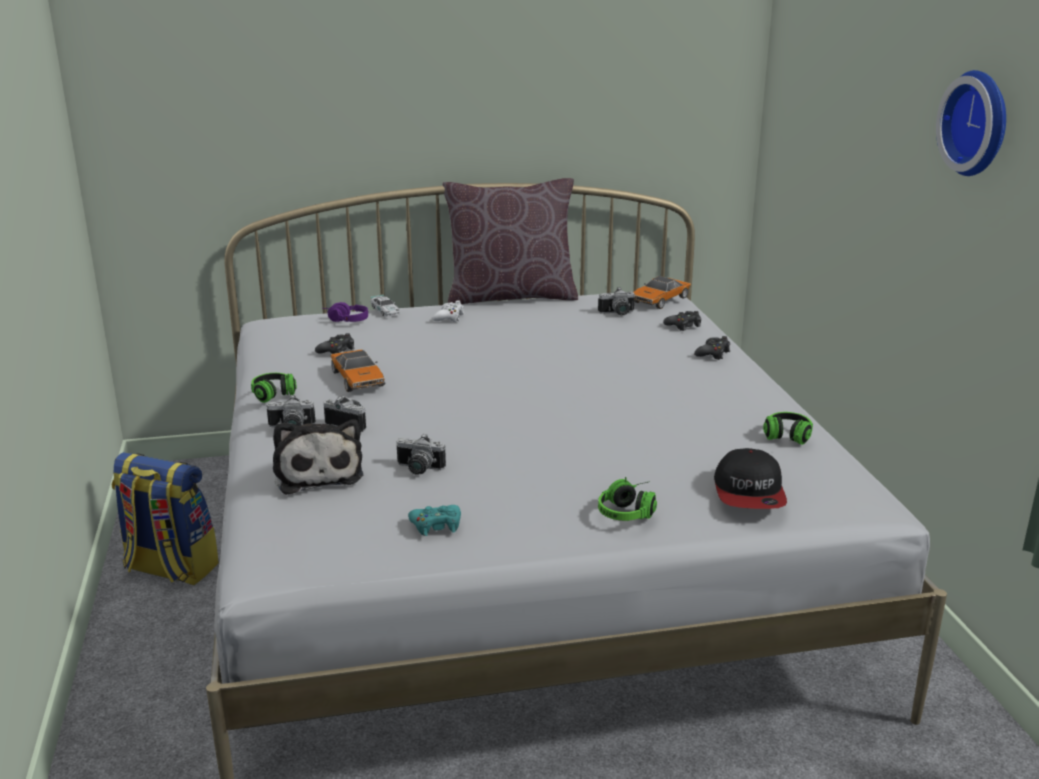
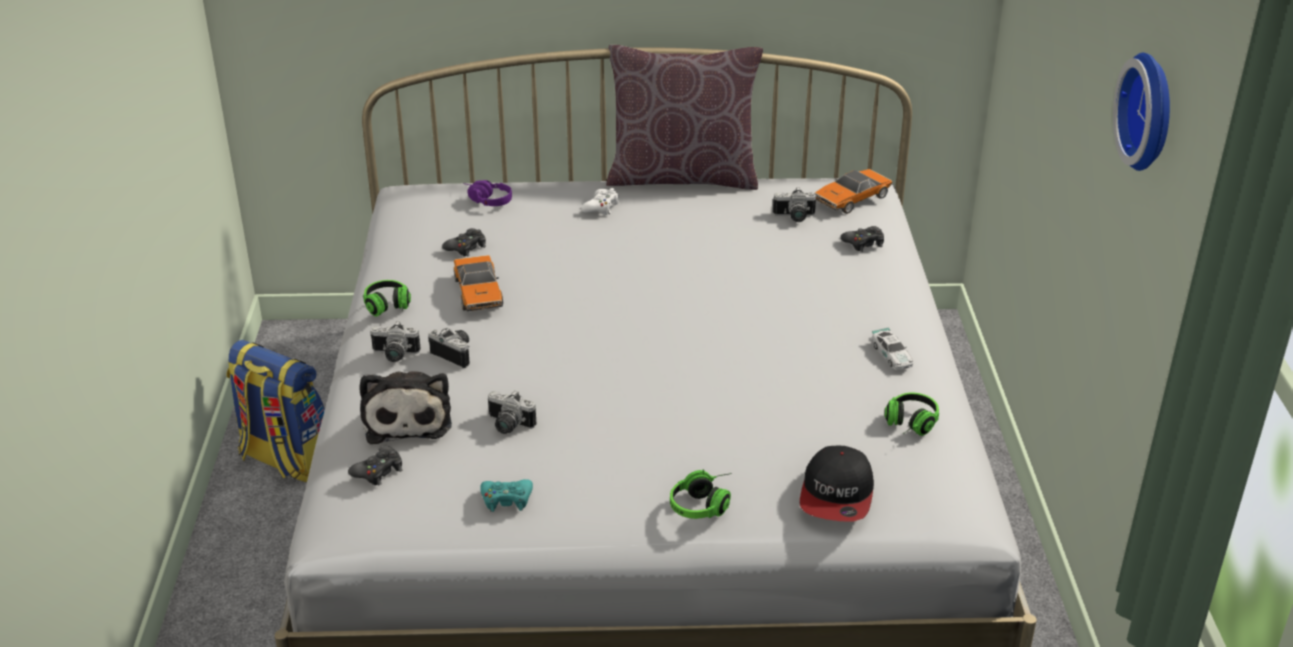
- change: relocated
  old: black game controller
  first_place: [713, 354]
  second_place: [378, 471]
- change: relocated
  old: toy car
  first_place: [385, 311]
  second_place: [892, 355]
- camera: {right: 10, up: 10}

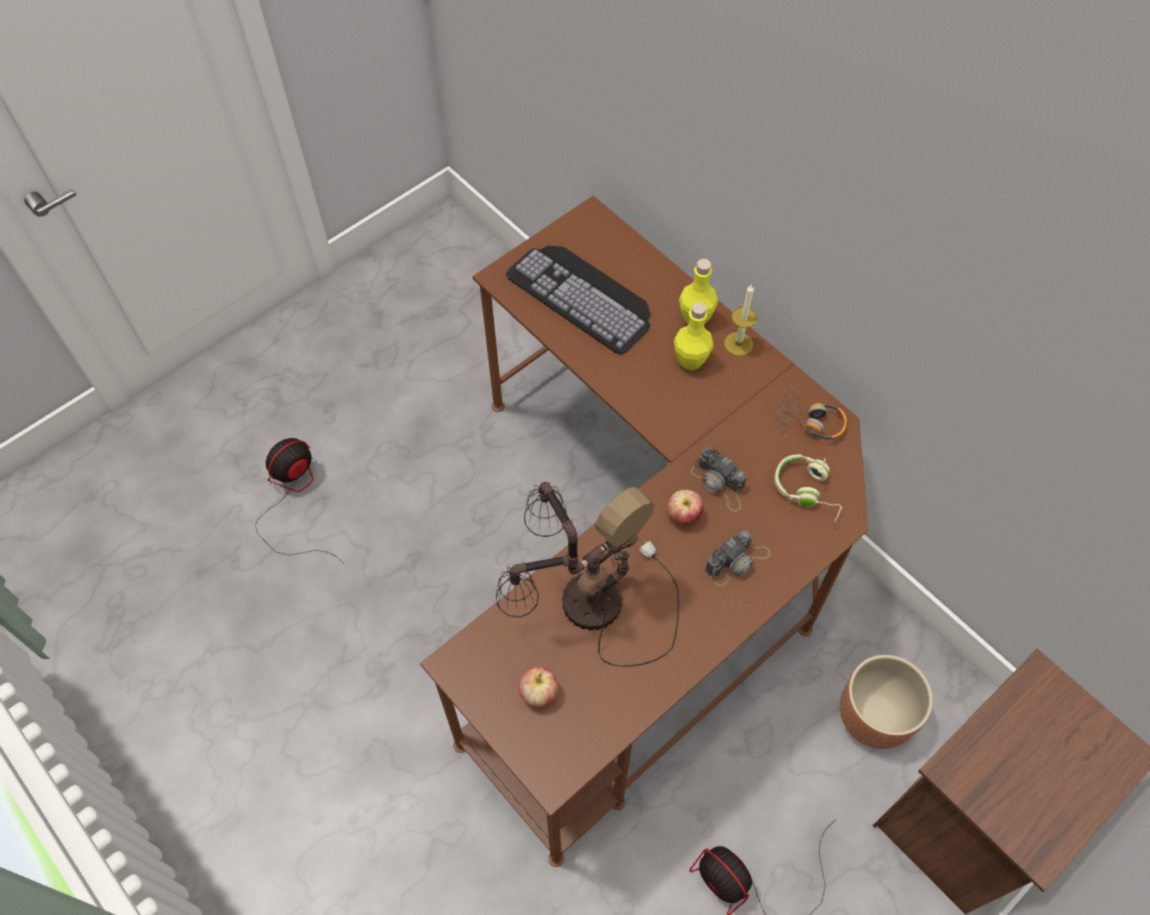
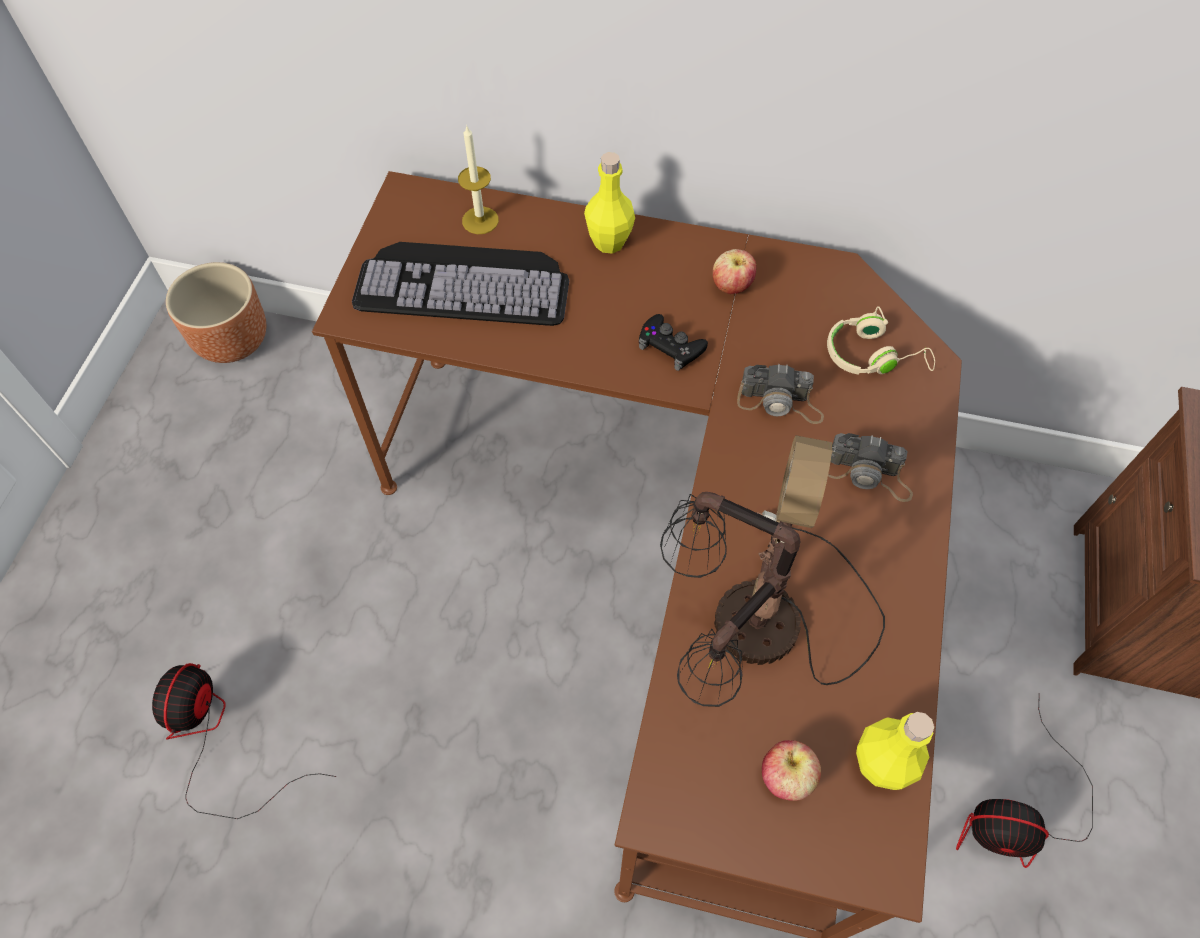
- change: relocated
  old: brown planter
  first_place: [874, 716]
  second_place: [233, 340]
- change: relocated
  old: candle
  first_place: [738, 344]
  second_place: [480, 220]
- change: appeared
  new: black game controller
  second_place: [670, 346]
- change: relocated
  old: apple
  first_place: [683, 515]
  second_place: [731, 286]
- change: spun
  old: photo camera
  first_place: [737, 561]
  second_place: [868, 475]
  degrees: 90
- change: relocated
  old: yellow bottle
  first_place: [690, 360]
  second_place: [880, 765]
- change: missing
  old: headphones
  first_place: [809, 421]
- camera: {right: -35, up: 0}

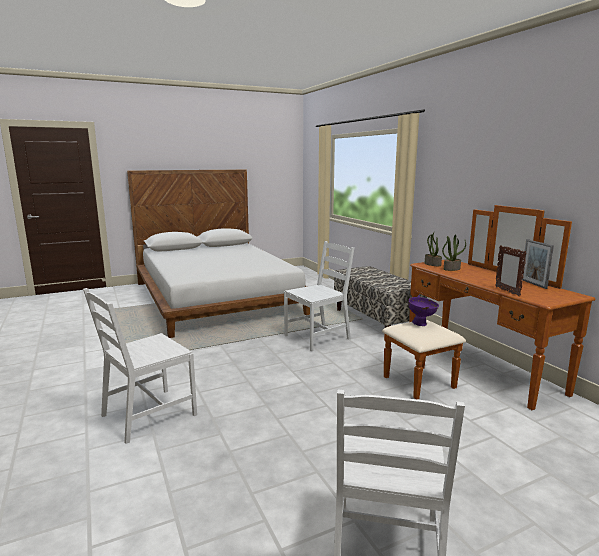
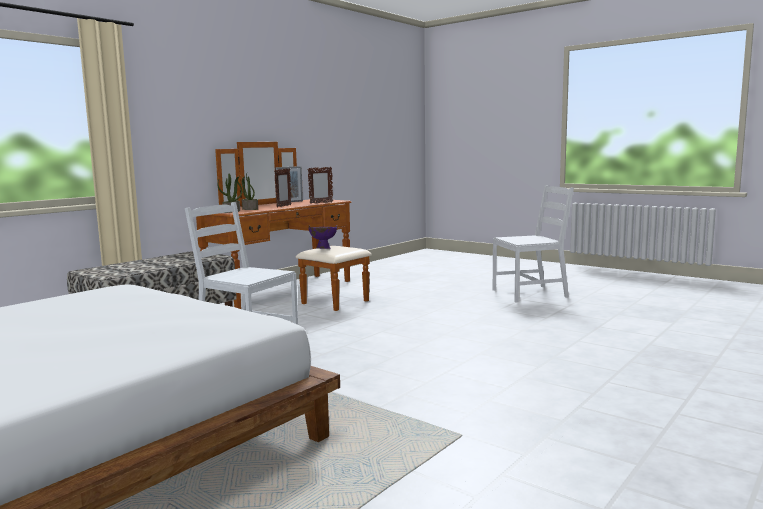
- change: appeared
  new: picture frame
  second_place: [283, 206]
- change: missing
  old: white chair
  first_place: [148, 415]
- camera: {right: -115, up: -5}

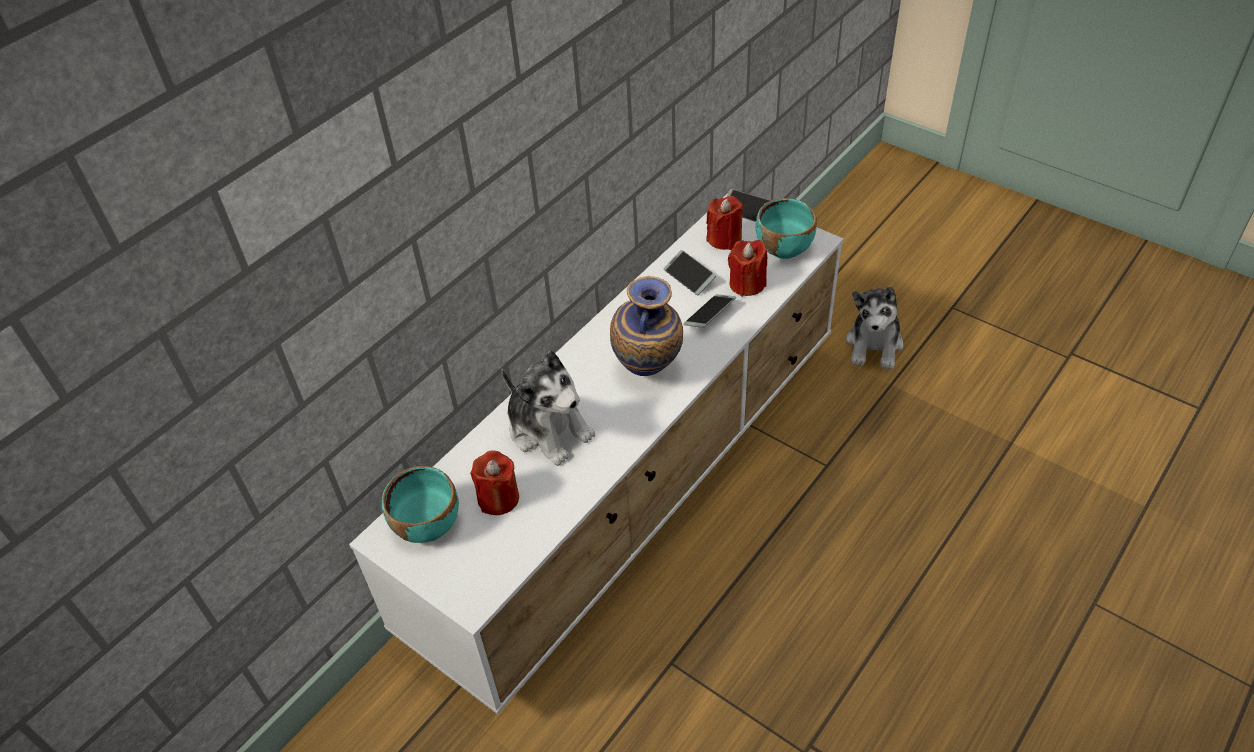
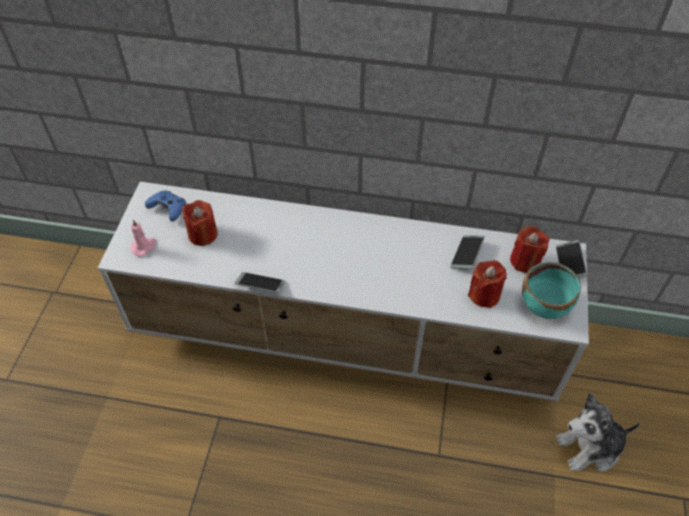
- change: appeared
  new: pink candle
  second_place: [144, 247]
- change: exchanged
  old: turquoise bowl
  new: blue game controller
  first_place: [427, 523]
  second_place: [168, 209]
- change: relocated
  old: phone
  first_place: [709, 315]
  second_place: [260, 285]
- change: missing
  old: plush toy
  first_place: [548, 429]
- change: missing
  old: vase
  first_place: [649, 373]
- camera: {right: 60, up: 5}

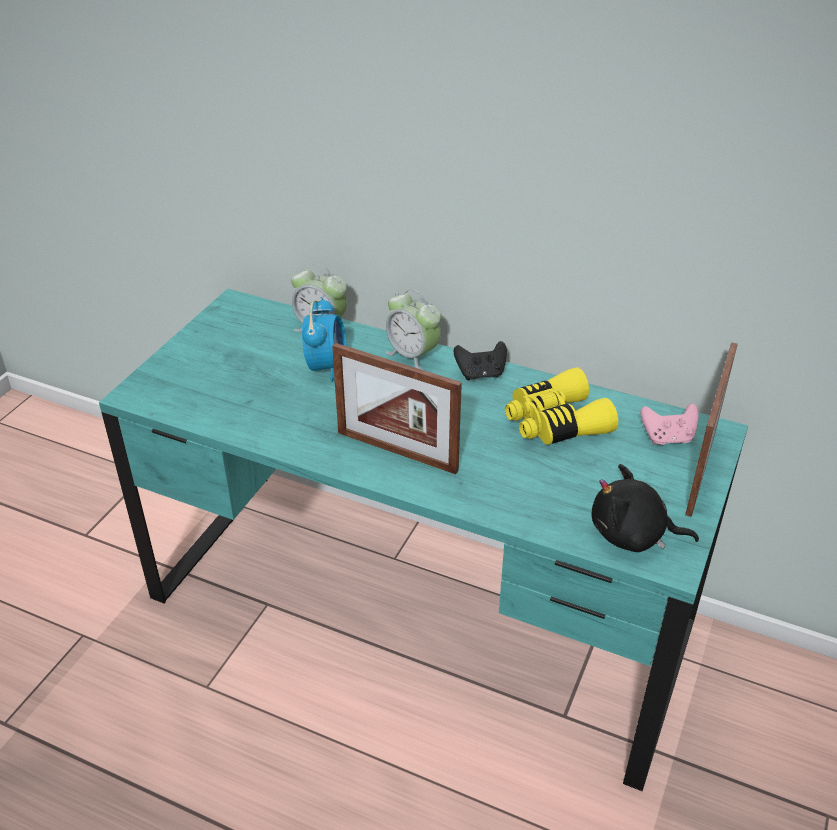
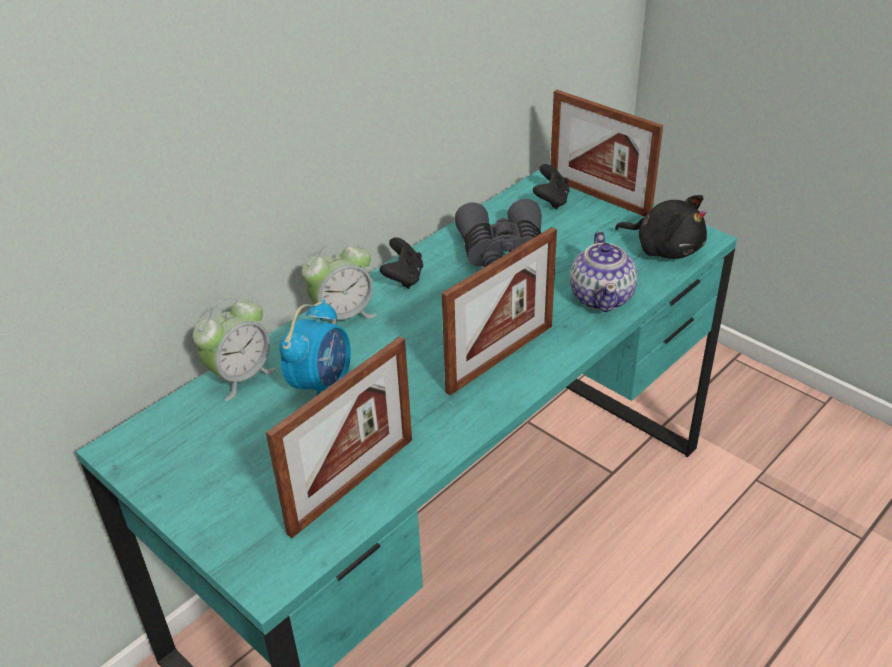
- change: appeared
  new: picture frame
  second_place: [352, 485]
- change: spun
  old: alarm clock
  first_place: [326, 366]
  second_place: [321, 384]
  degrees: 90
- change: colour
  old: yellow binoculars
  new: grey binoculars
  first_place: [555, 422]
  second_place: [502, 252]
- change: colour
  old: pink game controller
  new: black game controller
  first_place: [667, 438]
  second_place: [551, 201]
- change: appeared
  new: teapot
  second_place: [602, 297]
- change: spun
  old: black plush toy
  first_place: [633, 535]
  second_place: [665, 248]
  degrees: -90
- camera: {right: -70, up: 0}

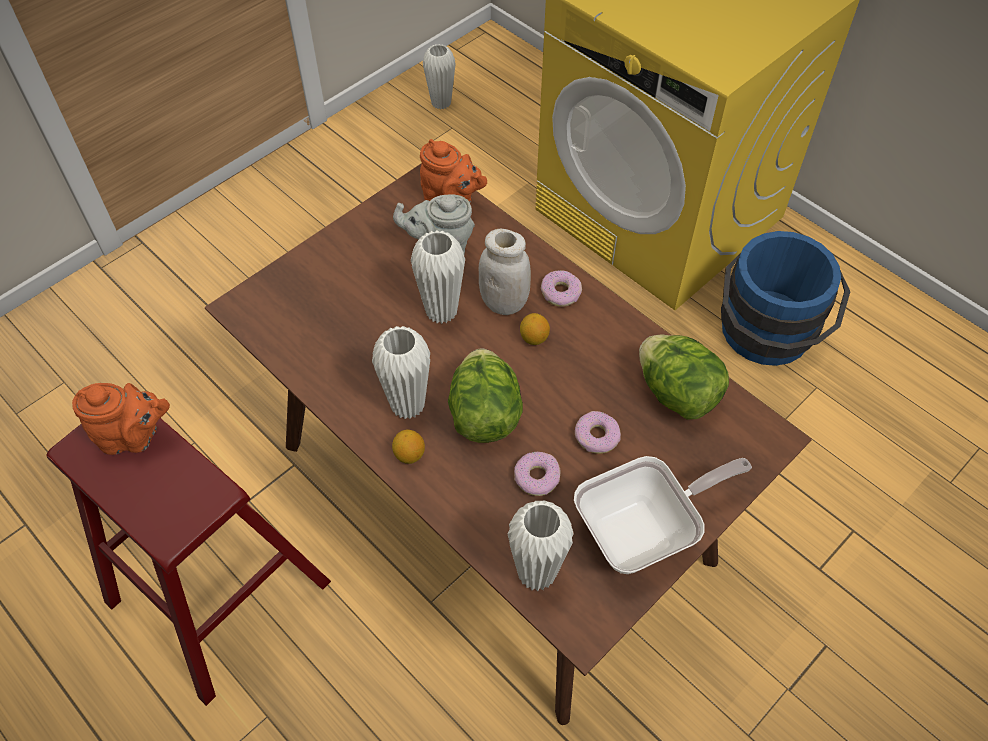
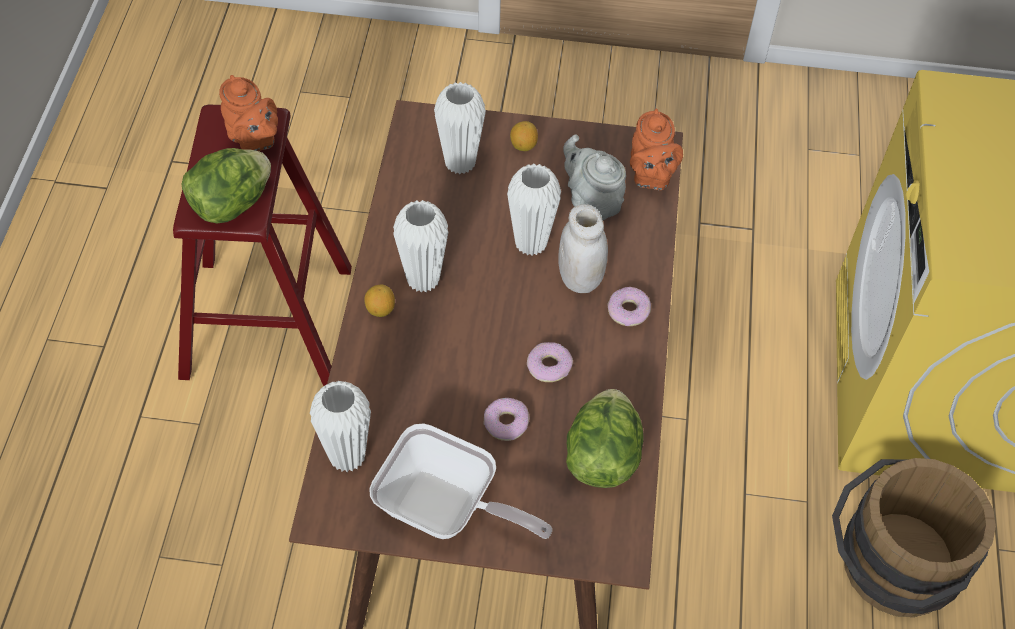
- change: relocated
  old: lettuce
  first_place: [484, 414]
  second_place: [231, 204]
- change: relocated
  old: white vase
  first_place: [441, 103]
  second_place: [460, 163]
- change: relocated
  old: lemon
  first_place: [534, 338]
  second_place: [523, 145]
- change: relocated
  old: donut
  first_place: [536, 477]
  second_place: [548, 366]
- change: colour
  old: blue bucket
  new: brown bucket
  first_place: [765, 337]
  second_place: [888, 569]
- camera: {right: 50, up: 0}

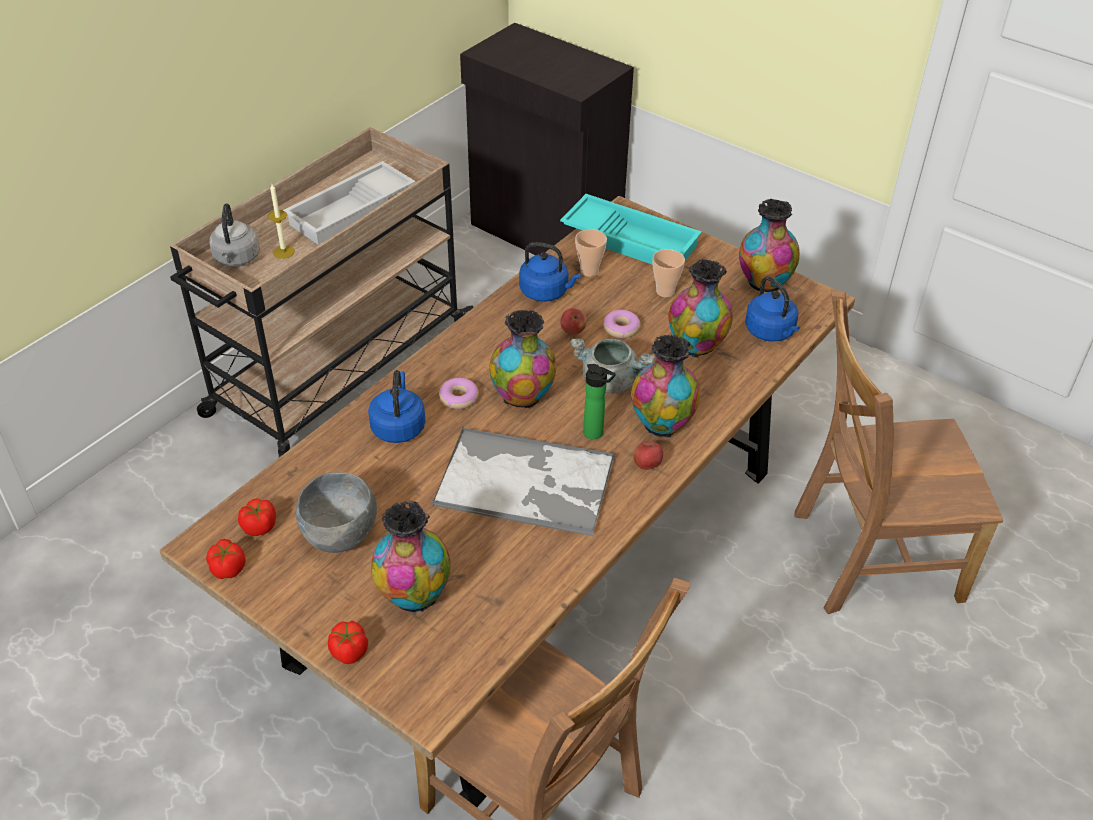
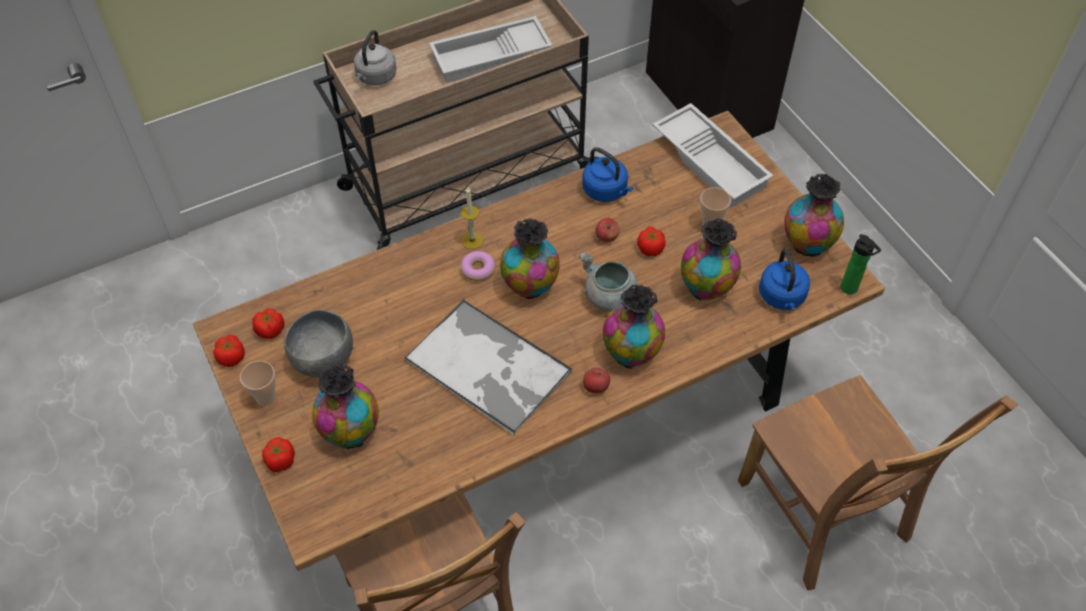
- change: relocated
  old: cup
  first_place: [589, 271]
  second_place: [266, 398]
- change: relocated
  old: candle
  first_place: [283, 252]
  second_place: [472, 240]
- change: exchanged
  old: donut
  new: tomato
  first_place: [621, 328]
  second_place: [650, 248]
- change: colour
  old: turquoise tray
  new: white tray
  first_place: [631, 239]
  second_place: [712, 161]
- change: spun
  old: brown chair
  first_place: [868, 556]
  second_place: [825, 516]
  degrees: -135
- change: relocated
  old: bottle
  first_place: [596, 434]
  second_place: [851, 289]
- change: missing
  old: blue kettle
  first_place: [398, 426]
- camera: {right: 25, up: 10}

